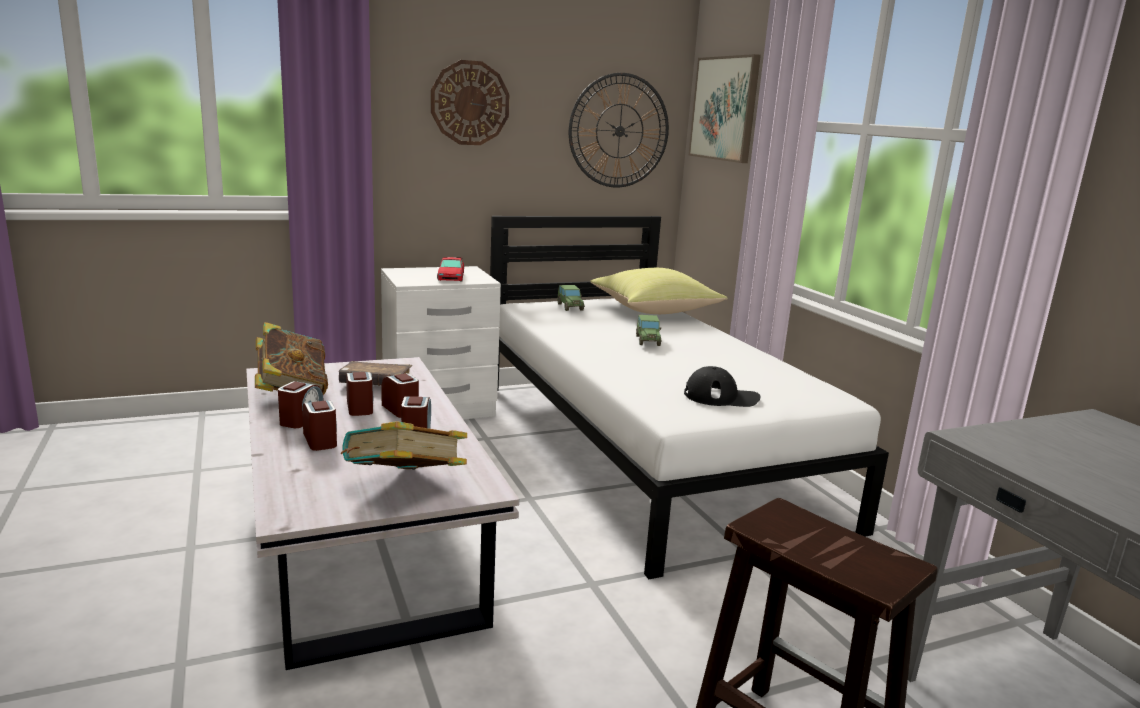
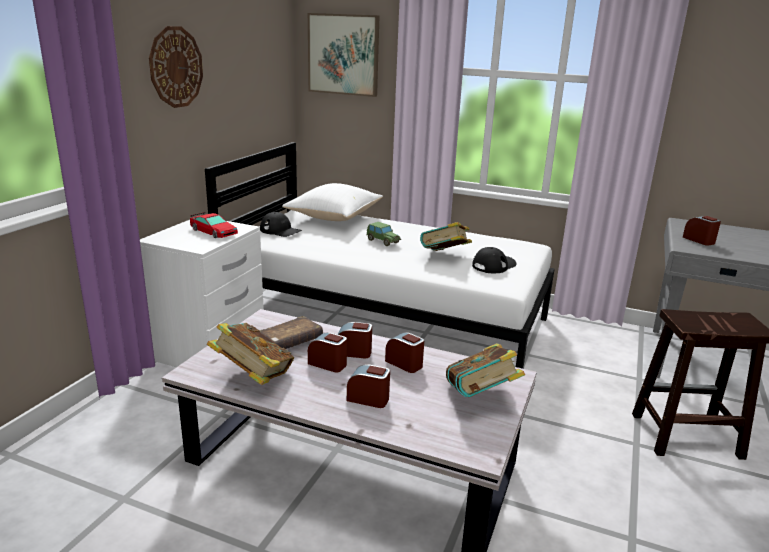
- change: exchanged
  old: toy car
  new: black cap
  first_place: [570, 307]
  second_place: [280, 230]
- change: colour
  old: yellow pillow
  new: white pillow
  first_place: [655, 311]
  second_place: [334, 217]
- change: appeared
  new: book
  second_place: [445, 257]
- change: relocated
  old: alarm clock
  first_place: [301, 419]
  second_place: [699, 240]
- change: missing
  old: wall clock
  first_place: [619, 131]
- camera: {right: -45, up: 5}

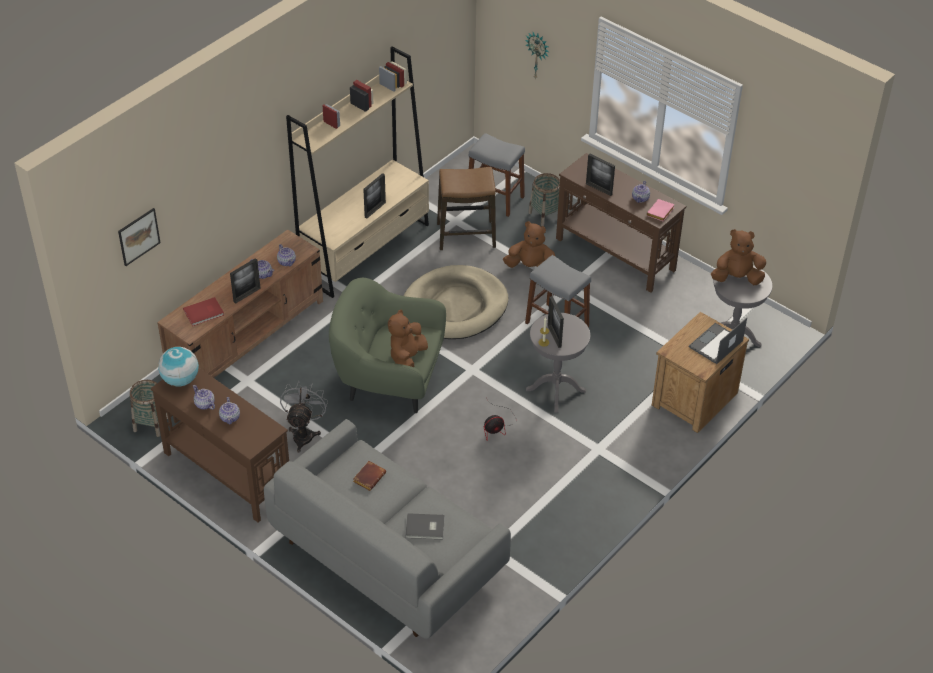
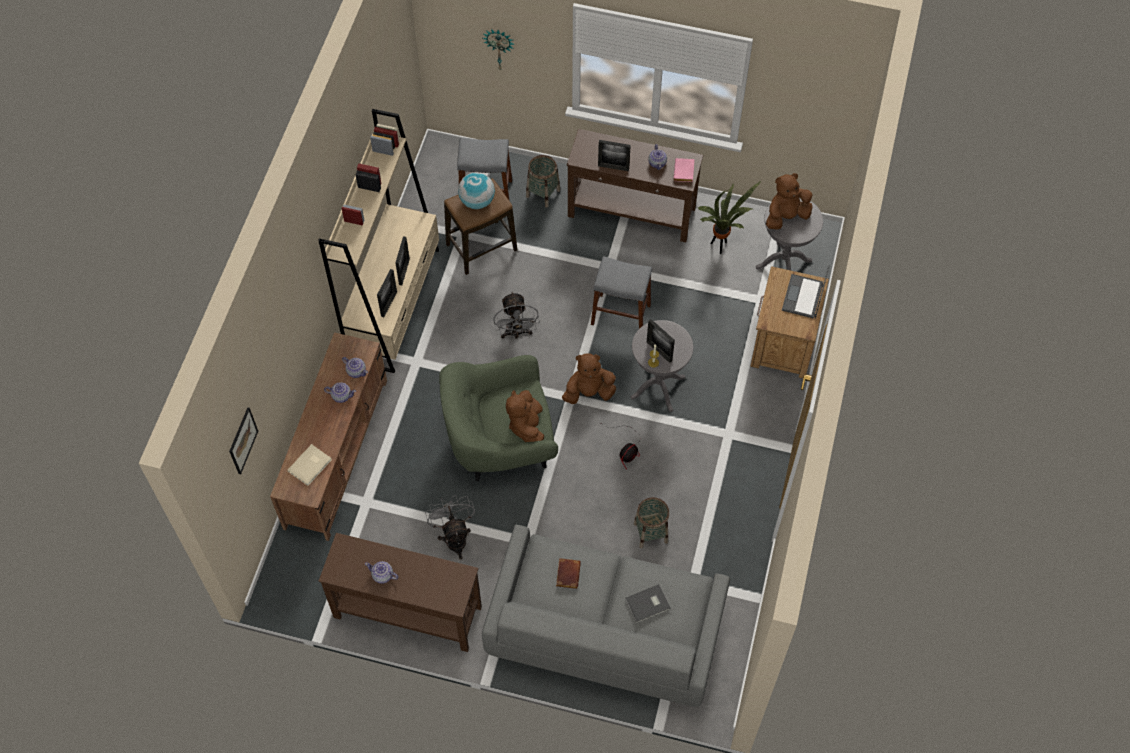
- change: colour
  old: red book
  new: beige book
  first_place: [204, 313]
  second_place: [311, 465]
- change: relocated
  old: picture frame
  first_place: [247, 295]
  second_place: [389, 304]
- change: relocated
  old: globe
  first_place: [180, 380]
  second_place: [477, 201]
- change: exchanged
  old: beige dog bed
  new: grey fan
  first_place: [455, 306]
  second_place: [516, 333]
- change: relocated
  old: brown plush toy
  first_place: [530, 268]
  second_place: [589, 392]
- change: relocated
  old: basket
  first_place: [151, 424]
  second_place: [650, 532]
- change: appeared
  new: potted plant
  second_place: [720, 246]
- change: missing
  old: teapot
  first_place: [230, 417]
- camera: {right: -25, up: 15}

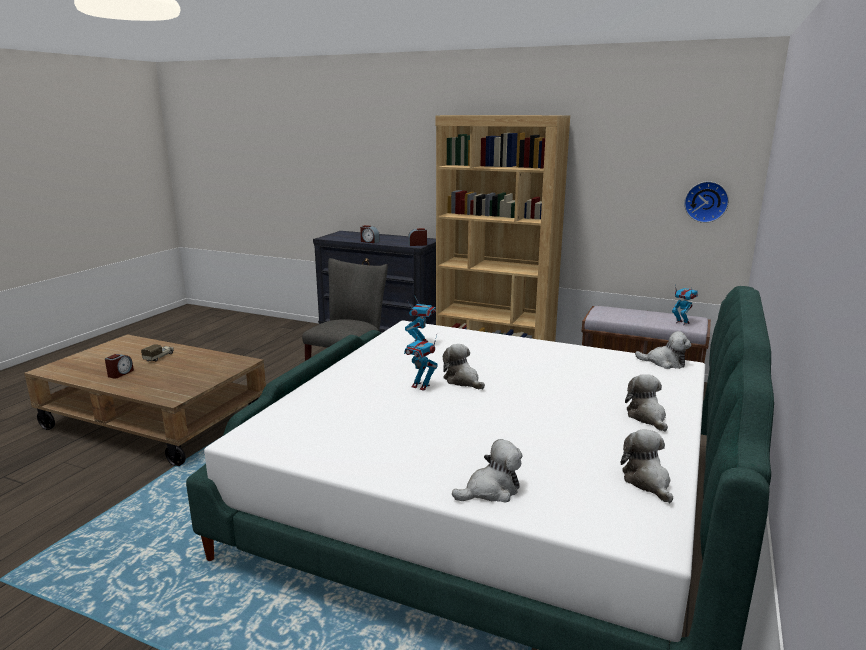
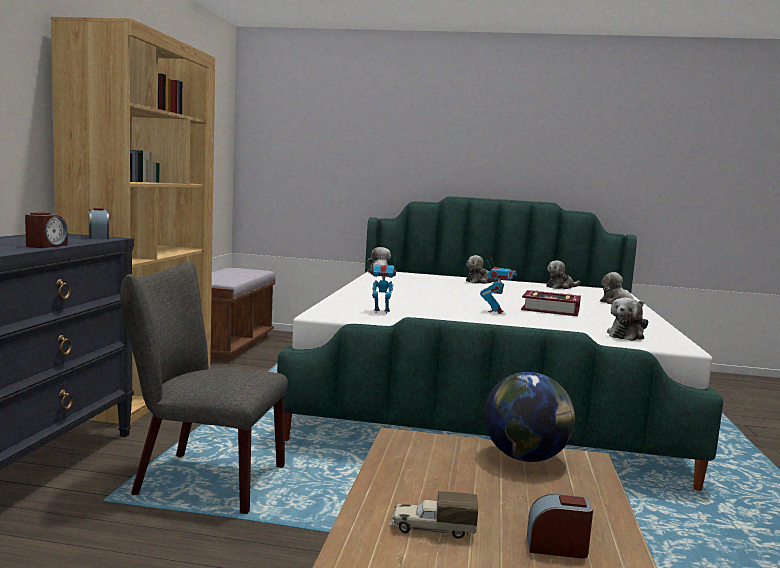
- change: appeared
  new: globe
  second_place: [525, 458]
- change: appeared
  new: book
  second_place: [550, 309]
- change: relocated
  old: plush toy
  first_place: [463, 381]
  second_place: [626, 335]
- change: missing
  old: toy robot
  first_place: [682, 323]
- change: missing
  old: wall clock
  first_place: [706, 201]
- camera: {right: -105, up: -10}

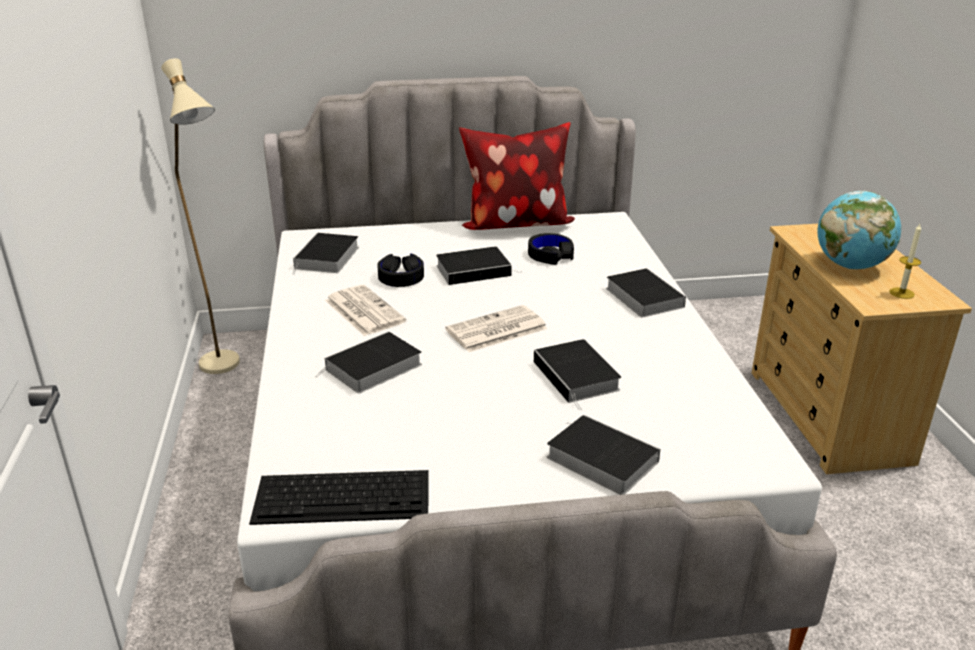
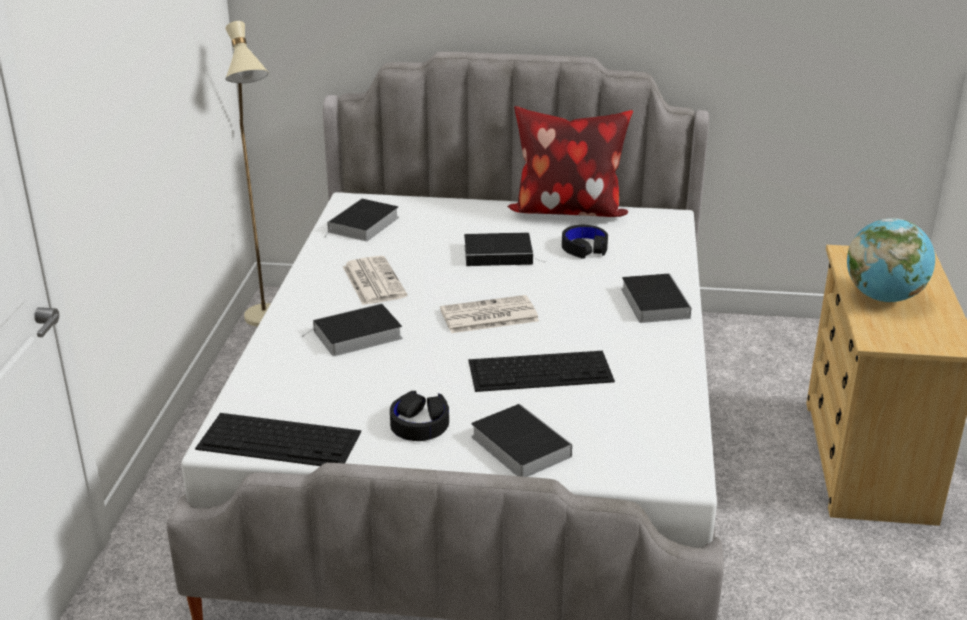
- change: relocated
  old: black headphones
  first_place: [401, 277]
  second_place: [420, 424]
- change: exchanged
  old: book
  new: keyboard
  first_place: [578, 377]
  second_place: [541, 370]
- change: missing
  old: candle
  first_place: [901, 293]
- camera: {right: 15, up: 0}

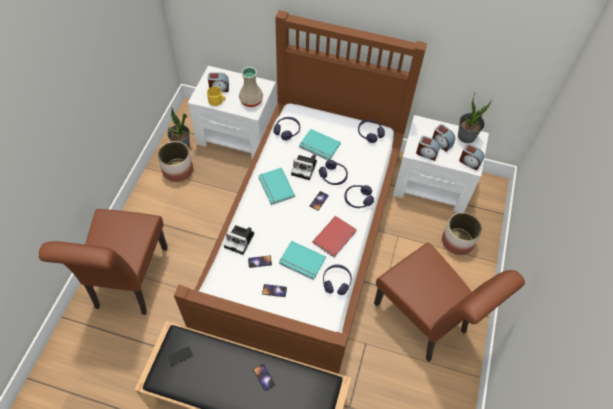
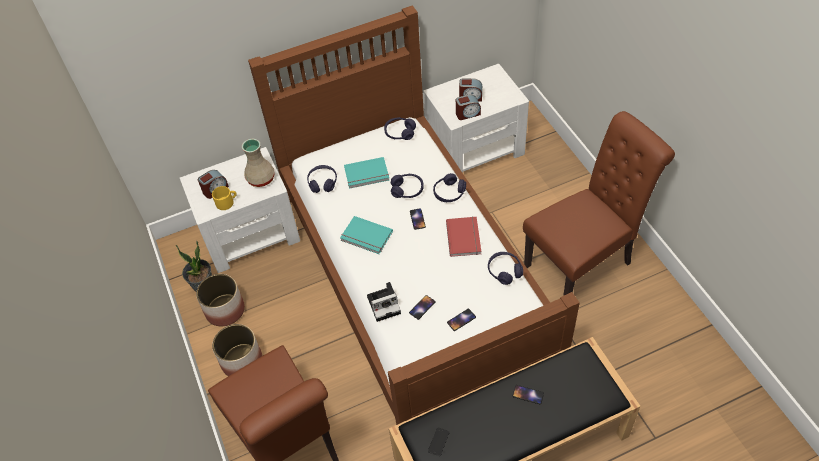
- change: relocated
  old: planter
  first_place: [458, 241]
  second_place: [242, 360]
- change: spun
  old: brown chair
  first_place: [424, 321]
  second_place: [583, 262]
  degrees: -45
- change: missing
  old: turquoise book
  first_place: [302, 262]
- change: missing
  old: photo camera
  first_place: [305, 168]
- change: missing
  old: potted plant
  first_place: [466, 136]
- change: missing
  old: alarm clock
  first_place: [469, 162]
- camera: {right: -35, up: -5}

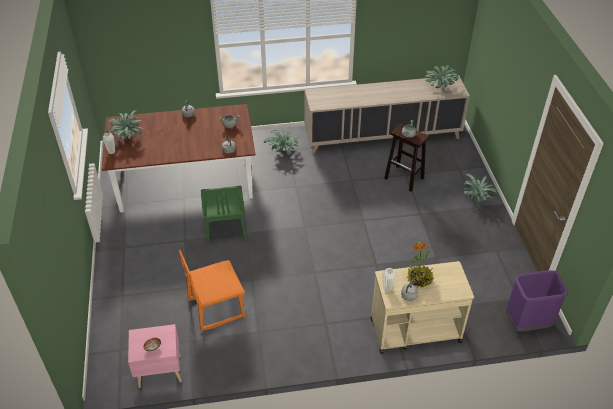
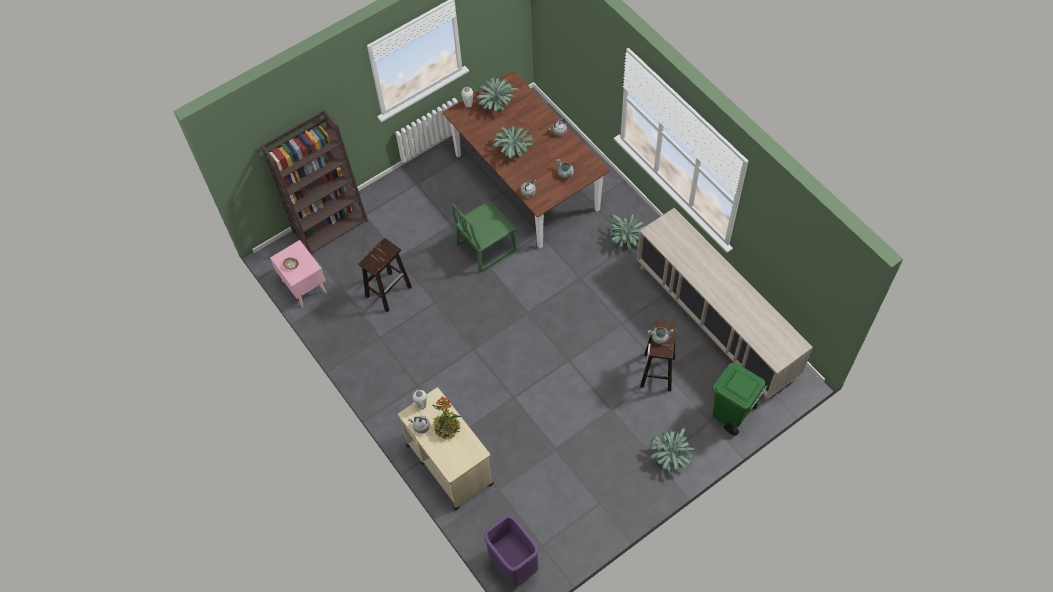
- change: appeared
  new: brown bookcase
  second_place: [330, 226]
- change: exchanged
  old: orange chair
  new: brown stool
  first_place: [216, 307]
  second_place: [389, 291]
- change: relocated
  old: potted plant
  first_place: [440, 87]
  second_place: [513, 151]
- change: appeared
  new: green trash can
  second_place: [731, 414]
- camera: {right: 65, up: 15}

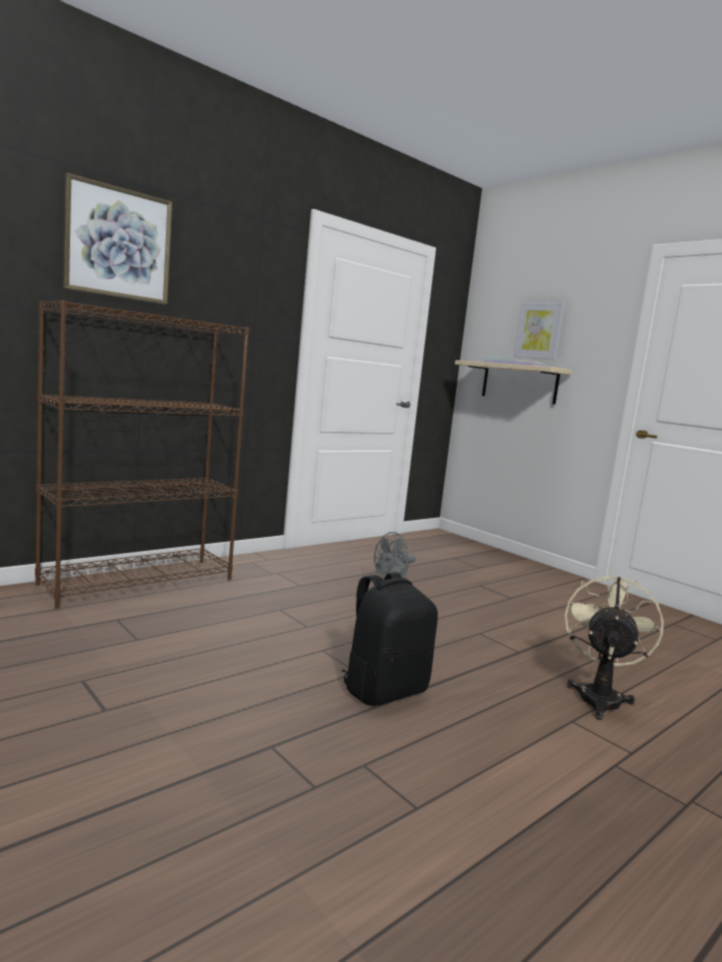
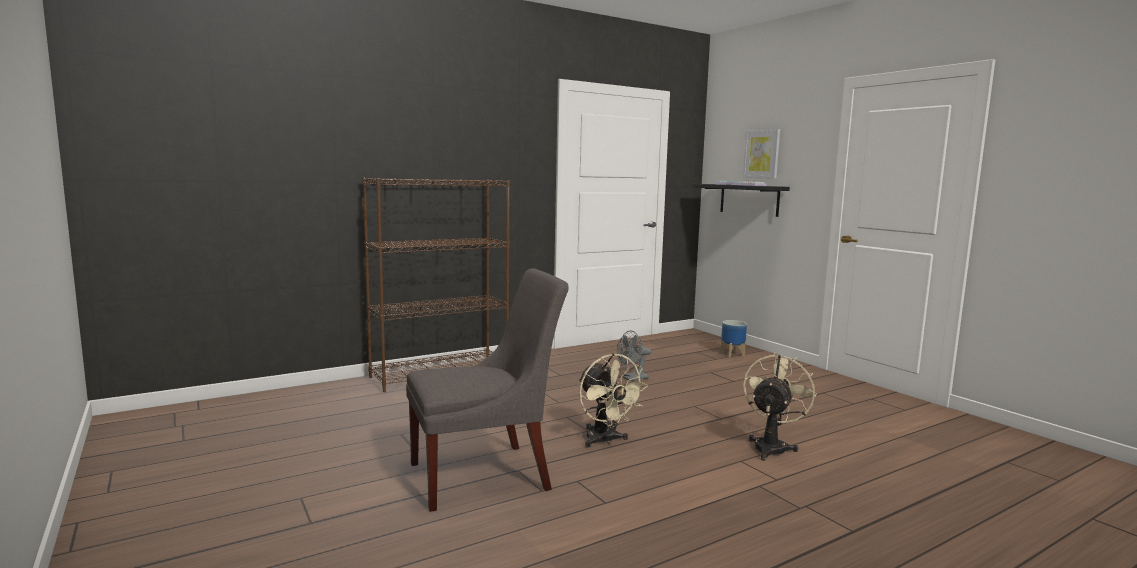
- change: appeared
  new: grey chair
  second_place: [486, 475]
- change: exchanged
  old: black backpack
  new: beige fan
  first_place: [384, 690]
  second_place: [605, 441]
- change: colour
  old: beige shelf
  new: black shelf
  first_place: [519, 383]
  second_place: [749, 199]
- change: appeared
  new: planter
  second_place: [732, 354]
- change: missing
  old: picture
  first_place: [118, 243]
- camera: {right: 10, up: 0}

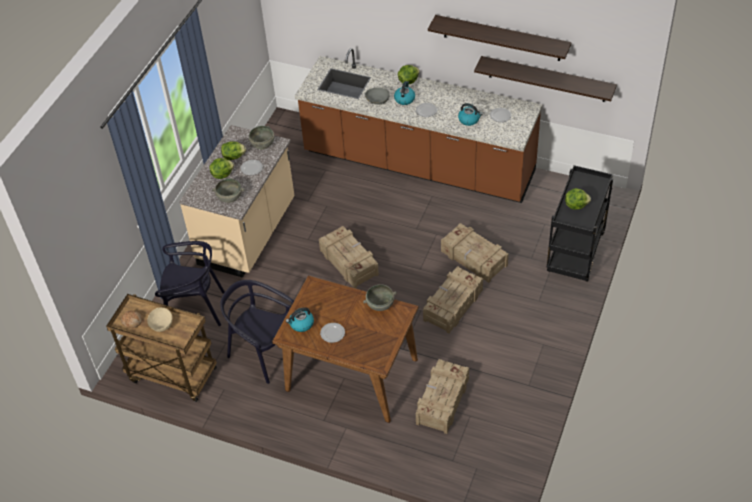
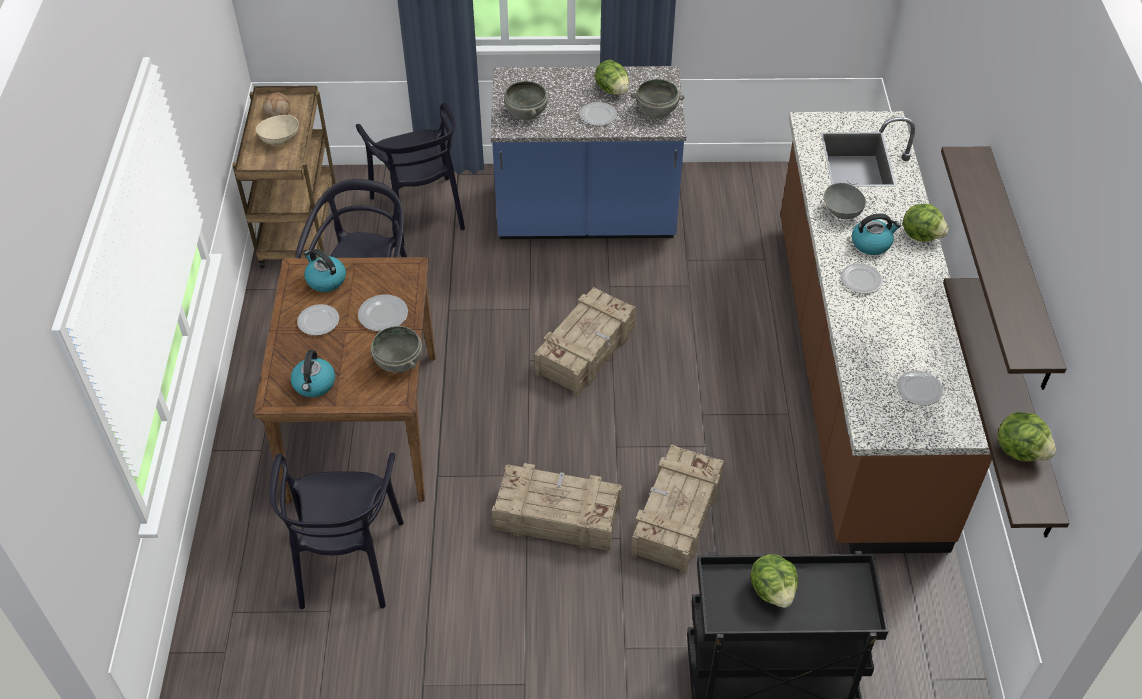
- change: exchanged
  old: crate
  new: black chair
  first_place: [442, 401]
  second_place: [347, 562]
- change: relocated
  old: kettle
  first_place: [469, 120]
  second_place: [314, 384]
- change: appeared
  new: plate
  second_place: [382, 314]
- change: colour
  old: beige counter
  new: blue counter
  first_place: [248, 233]
  second_place: [586, 217]
- change: relocated
  old: lettuce
  first_place: [222, 174]
  second_place: [1020, 449]
- camera: {right: 65, up: 0}

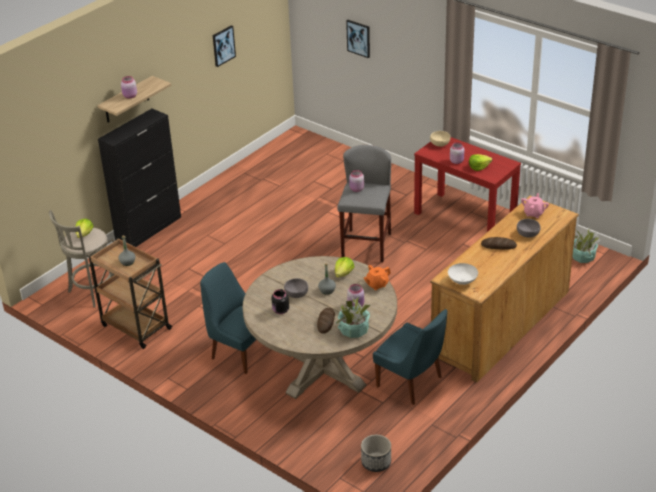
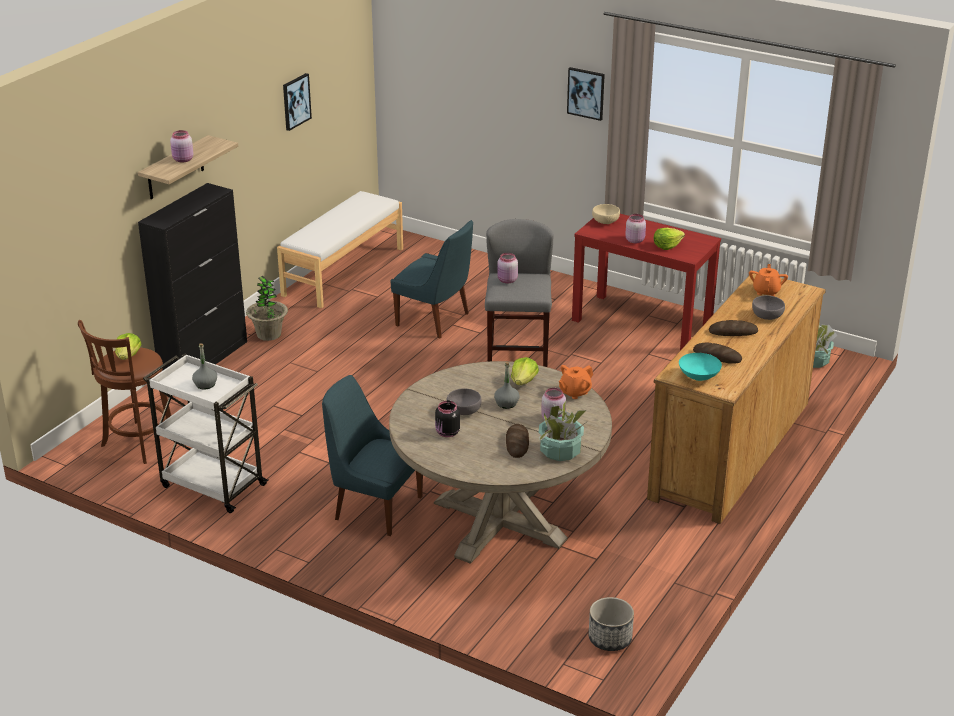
- change: colour
  old: grey stool
  new: brown stool
  first_place: [92, 292]
  second_place: [137, 444]
- change: colour
  old: brown cart
  new: white cart
  first_place: [135, 326]
  second_place: [211, 485]
- change: appeared
  new: potted plant
  second_place: [269, 334]
- change: appeared
  new: white bench
  second_place: [343, 271]
- change: relocated
  old: blue chair
  first_place: [411, 383]
  second_place: [435, 320]
- change: relocated
  old: picture
  first_place: [358, 38]
  second_place: [586, 93]
- change: colour
  old: white bowl
  new: turquoise bowl
  first_place: [462, 281]
  second_place: [698, 377]
- change: appeared
  new: bread
  second_place: [717, 356]
- change: colour
  old: pink teapot
  new: orange teapot
  first_place: [534, 213]
  second_place: [766, 291]
- camera: {right: -10, up: -5}

